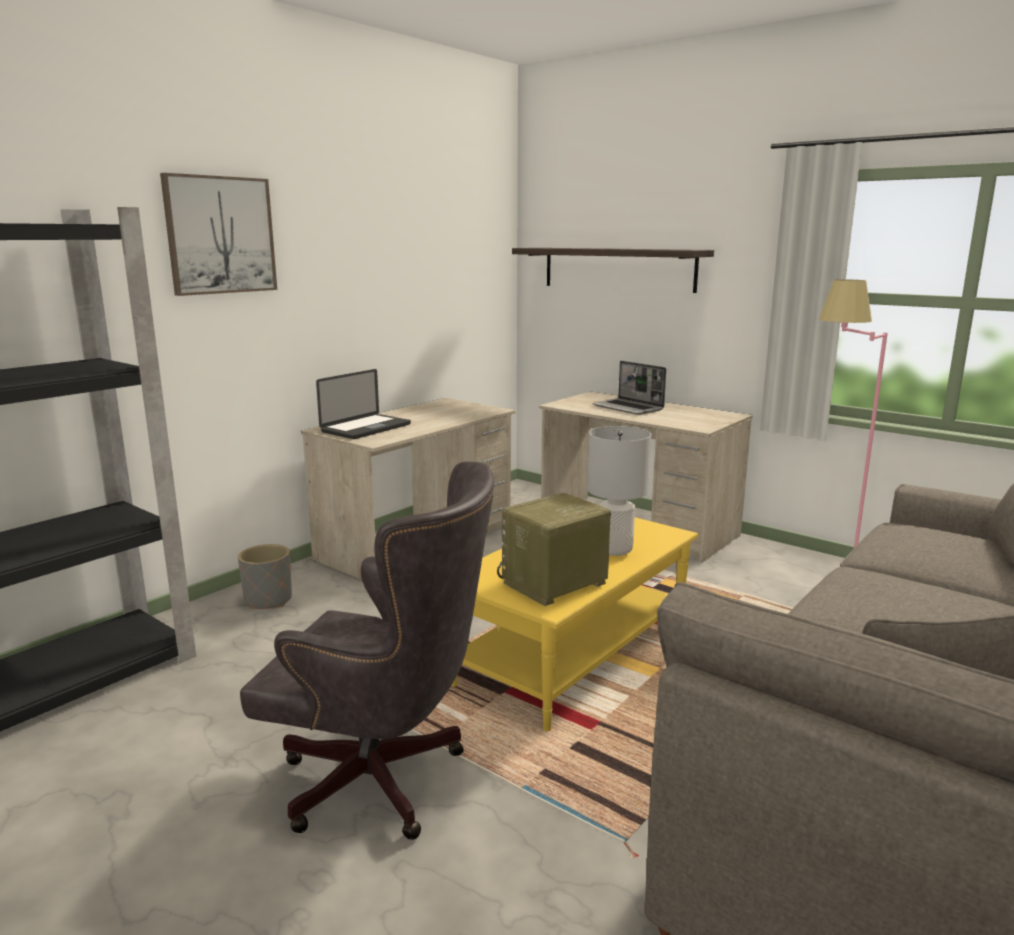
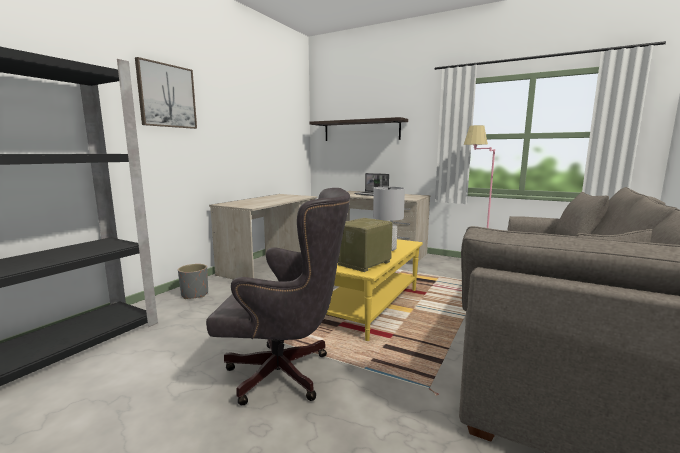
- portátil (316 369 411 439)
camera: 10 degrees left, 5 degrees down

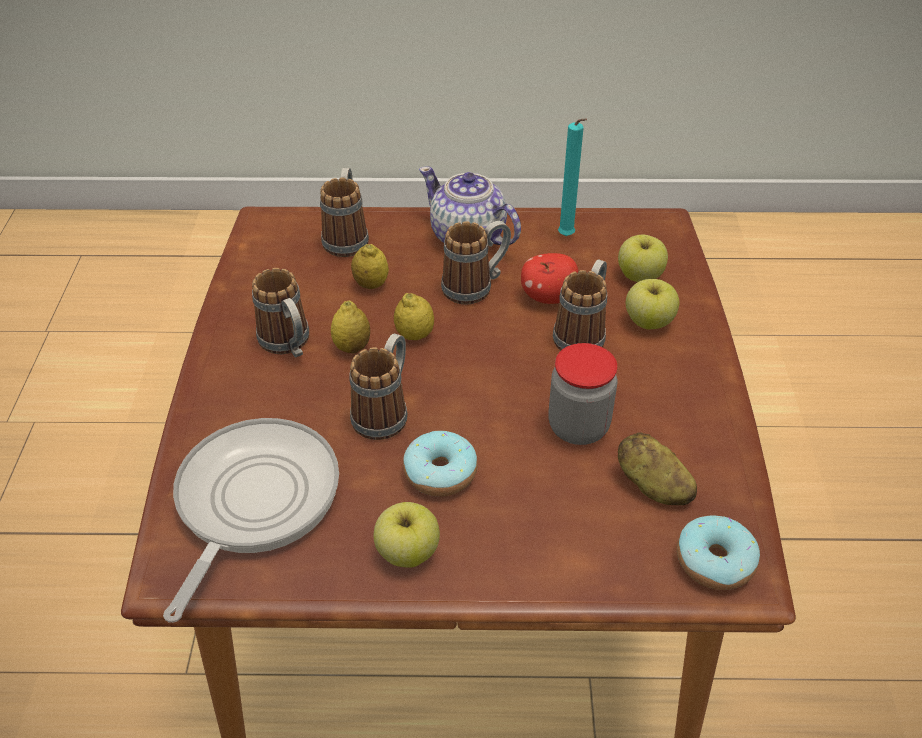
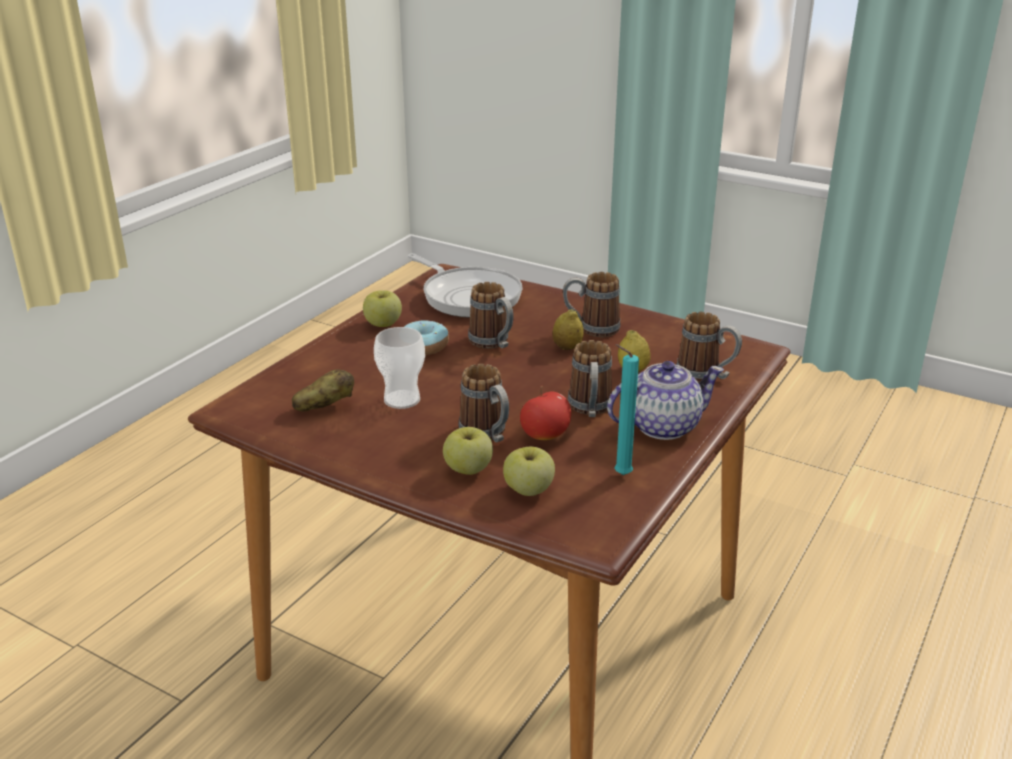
- limón (394 293 434 340)
- rosquilla (677 515 760 590)
~ tarro (548 343 617 445) to taza (374 327 425 409)
camera: 120 degrees right, 15 degrees down

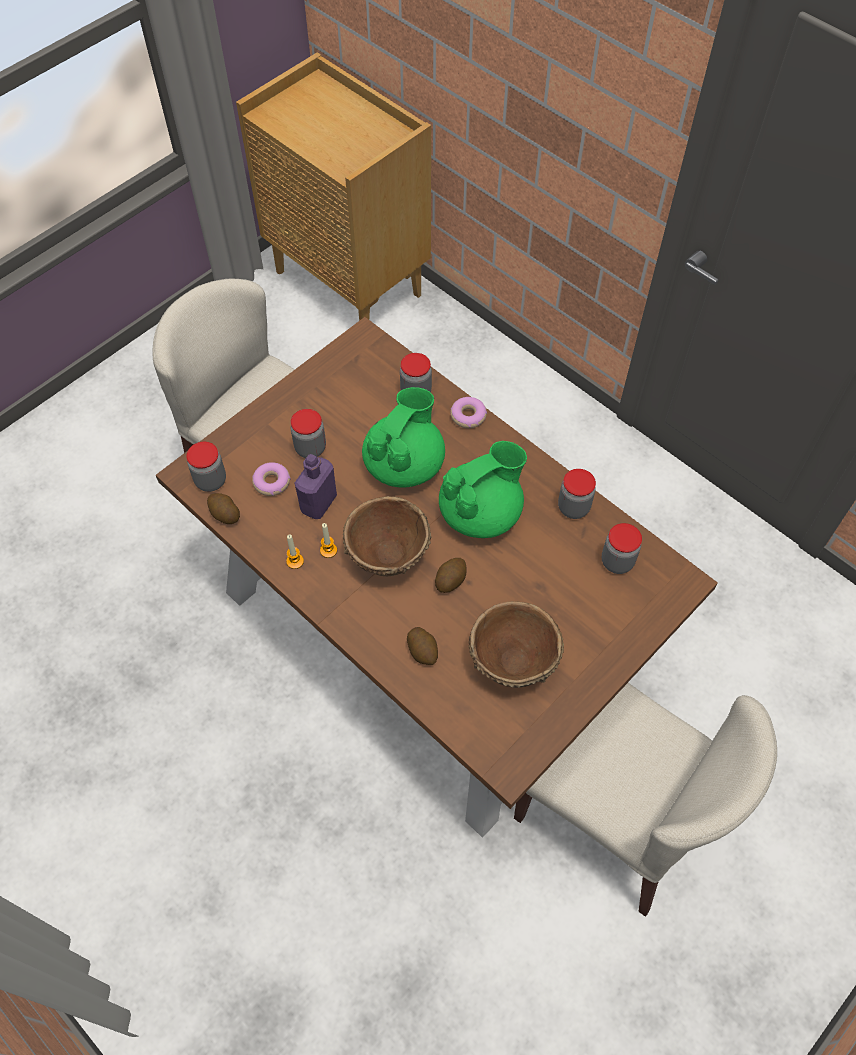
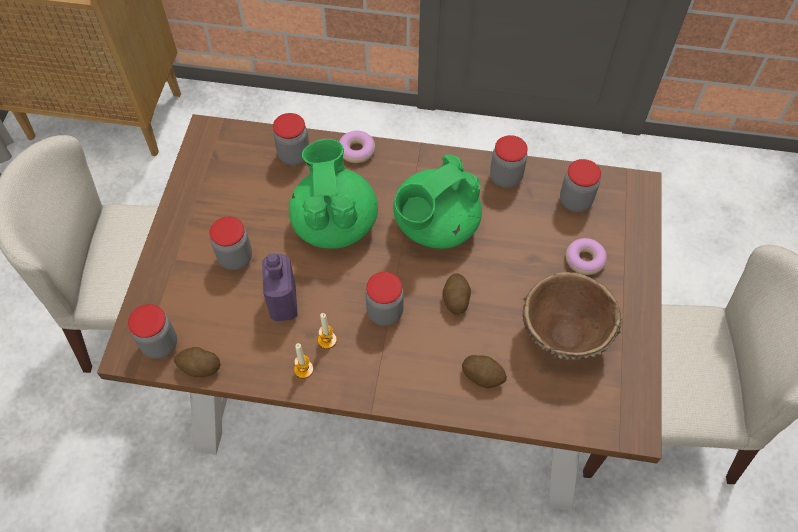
~ rosquilla (252 462 291 496) to (566 238 607 275)
~ cuenco/marrón (343 496 432 576) to tarro (365 272 404 326)
~ tetera/verde (439 441 527 538) = (393 154 482 249) 150 degrees counterclockwise
camera: 35 degrees left, 0 degrees up

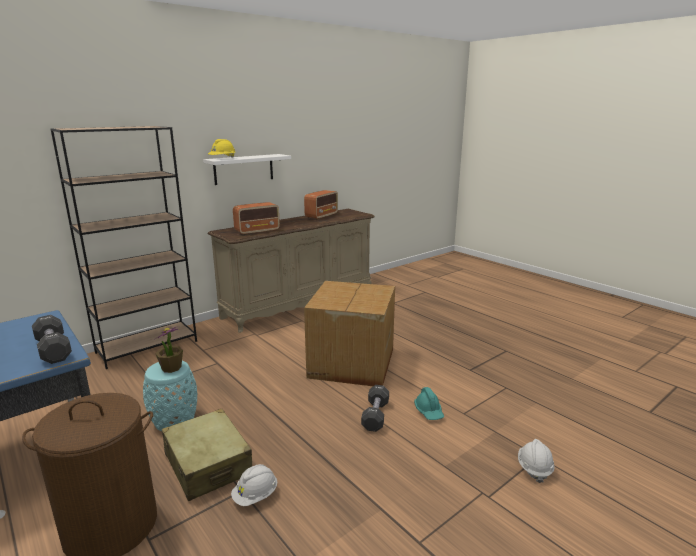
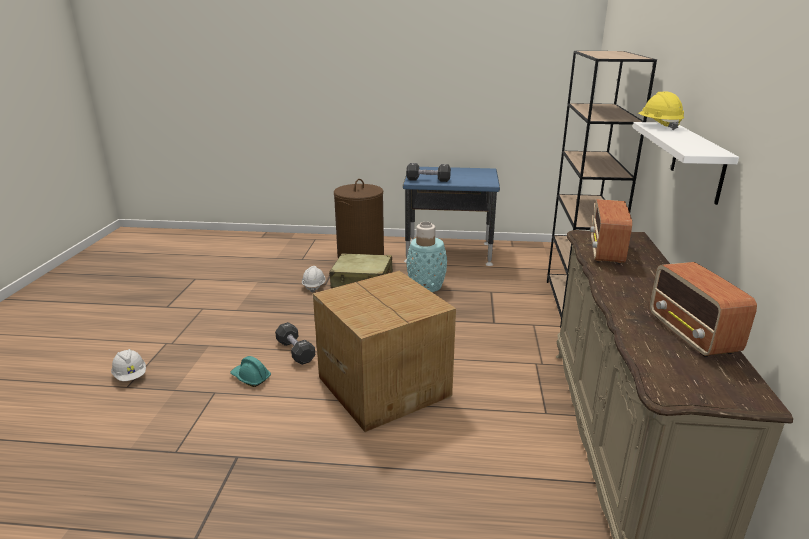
~ planta en maceta (155 326 183 373) to tarro (416 222 436 246)
camera: 135 degrees right, 5 degrees up

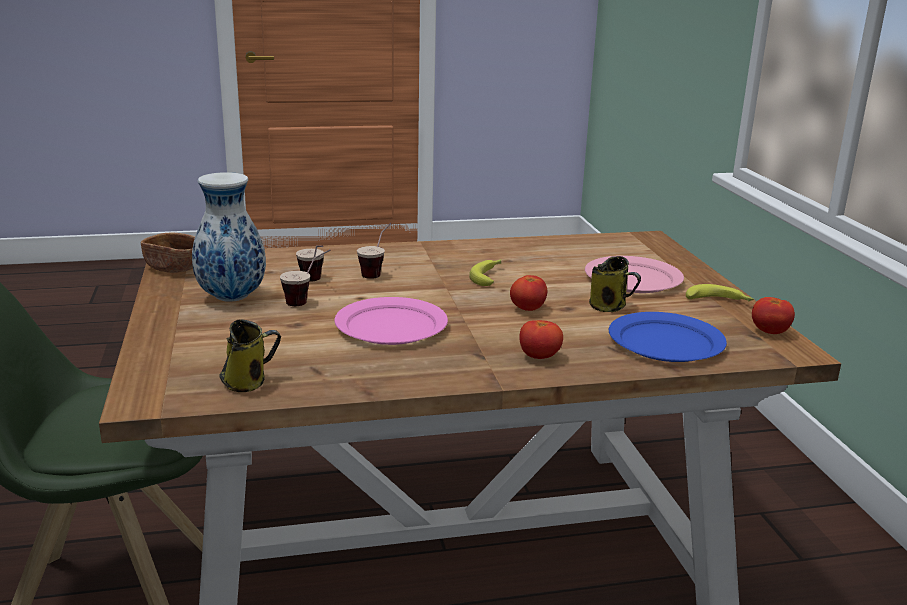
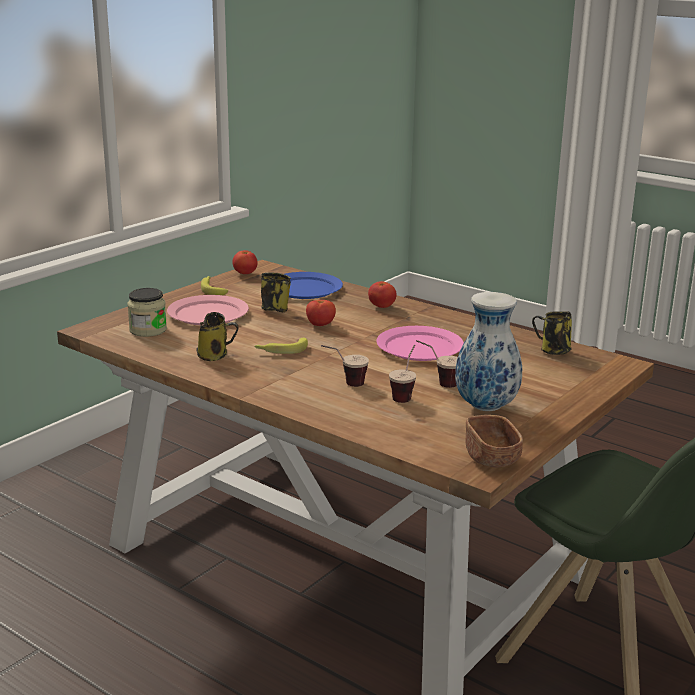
+ tarro (127 288 167 337)
+ taza grande (197 312 238 361)
camera: 130 degrees left, 0 degrees up

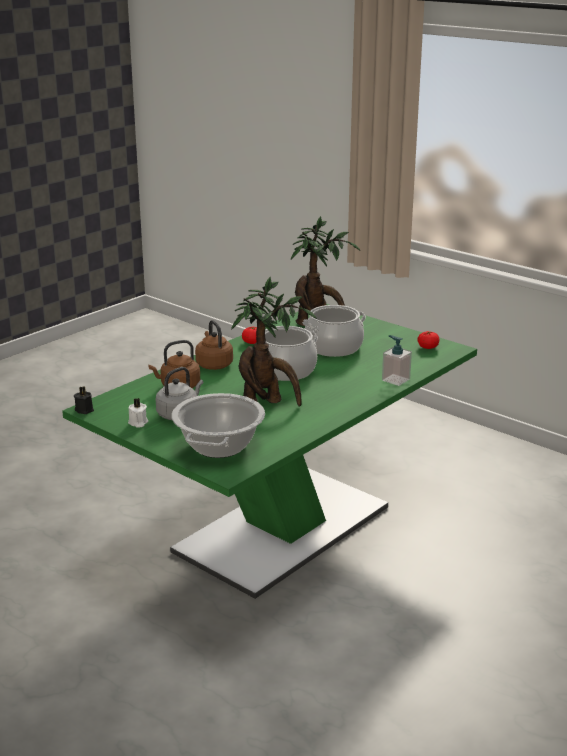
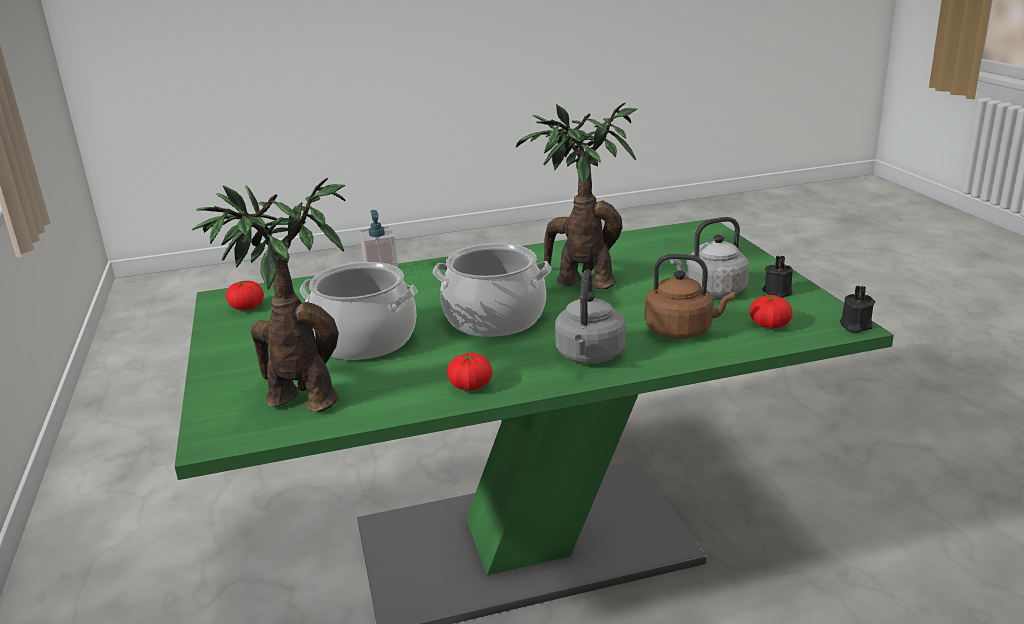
- olla (172 393 265 458)
+ tomate (750 295 792 329)
~ vela/blanco (128 398 148 428) to vela/negro (763 256 793 298)
~ hervidor/marrón (195 320 233 370) to hervidor/gris (555 270 626 364)
camera: 145 degrees left, 0 degrees up

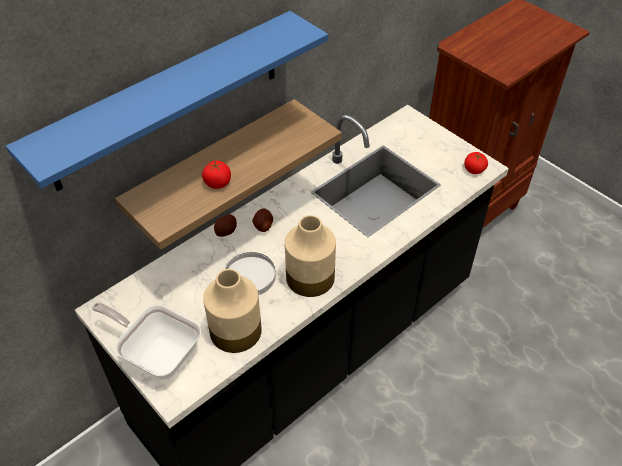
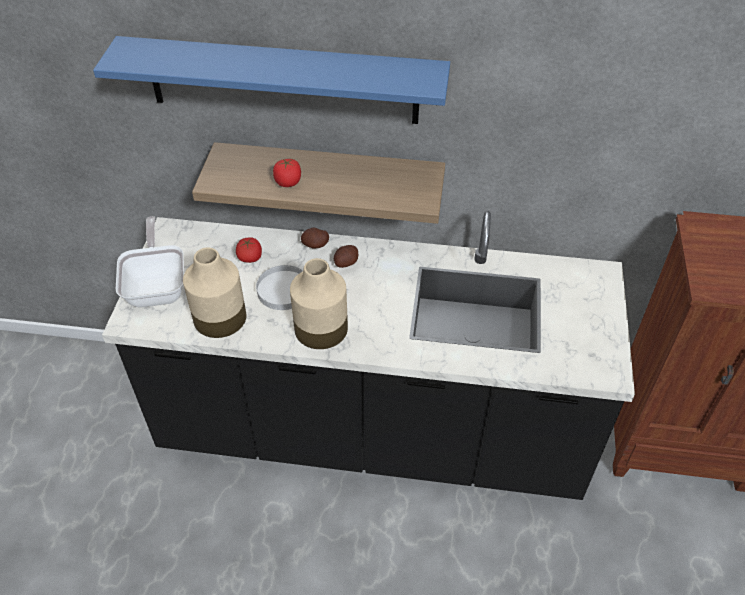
~ tomate (464 152 488 174) to (236 237 262 263)
camera: 50 degrees right, 0 degrees up

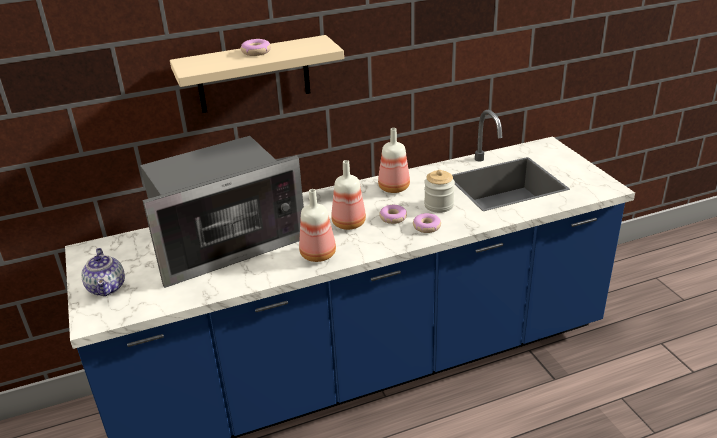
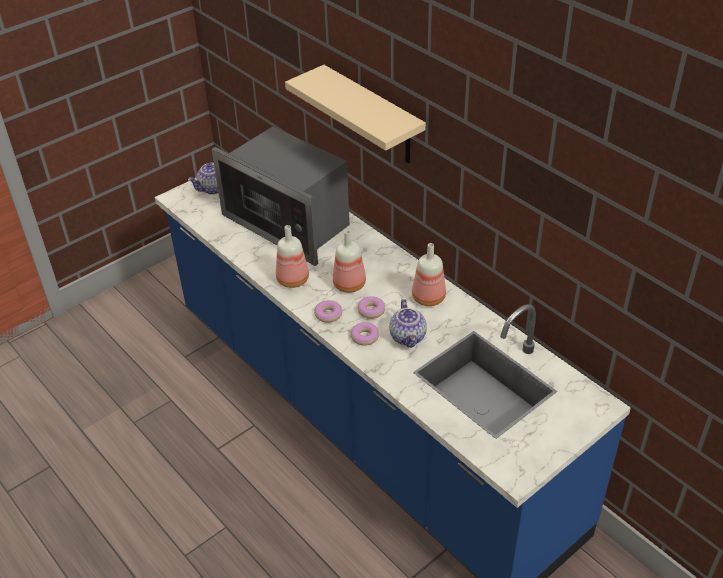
~ rosquilla (241 39 271 56) to (314 300 342 323)
~ tarro (424 170 455 213) to tetera (389 299 427 348)
camera: 70 degrees right, 10 degrees up

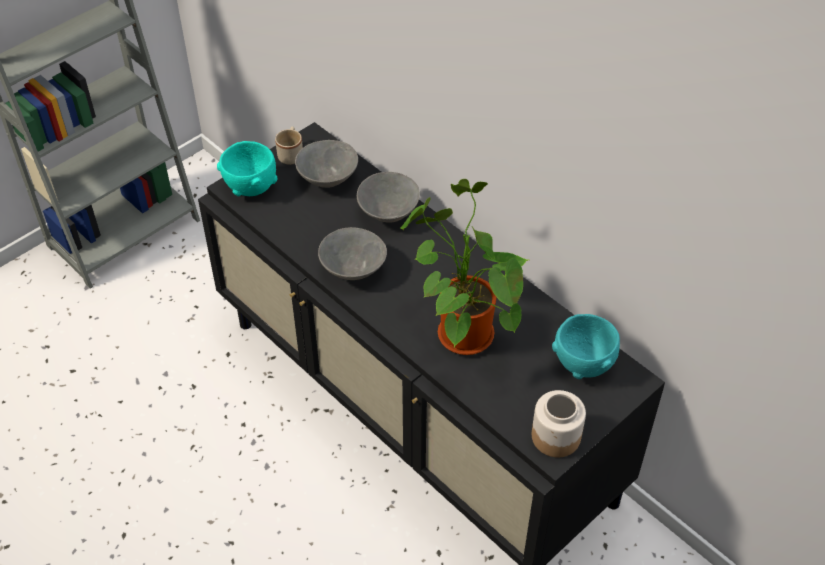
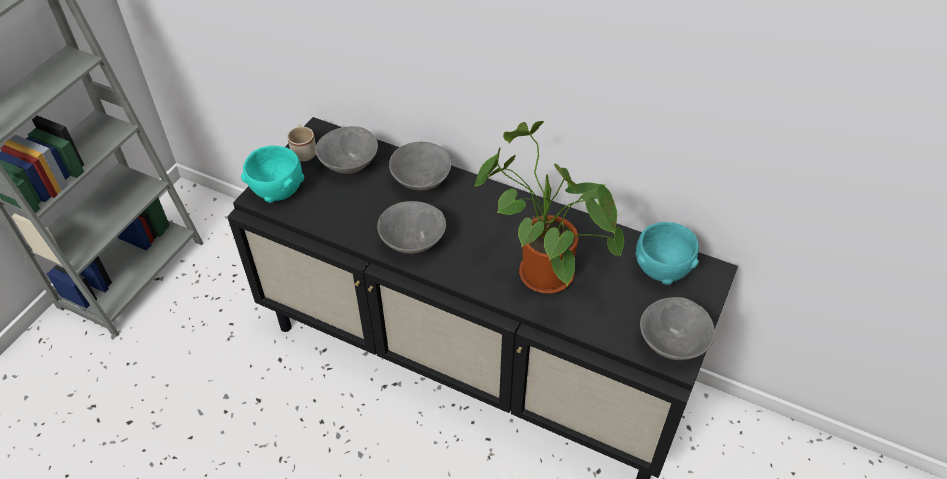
~ tarro (532 390 586 457) to cuenco/gris (640 297 715 360)
camera: 20 degrees left, 0 degrees up

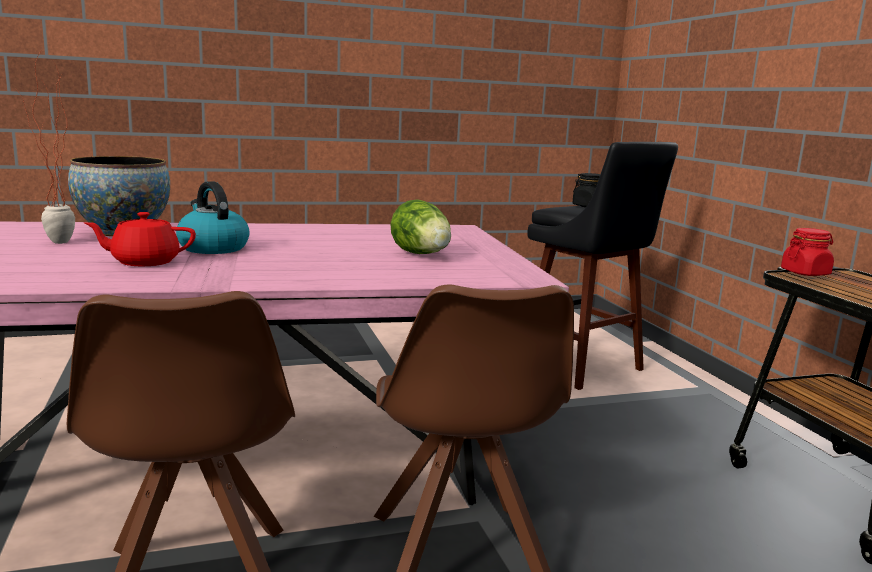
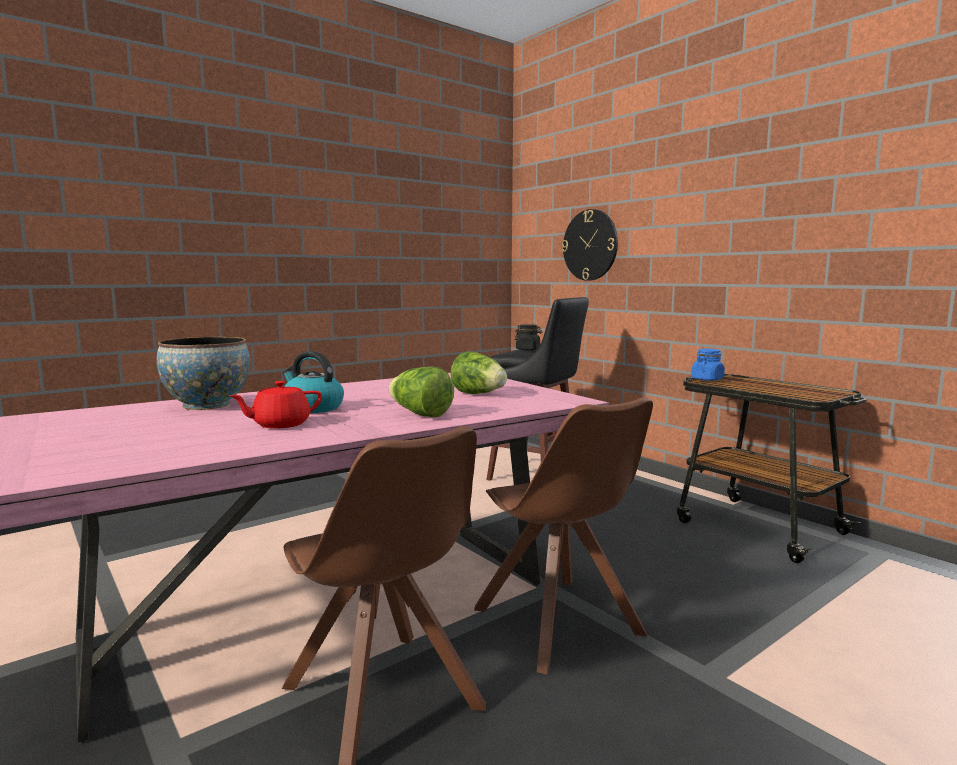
- planta en maceta (16 49 75 244)
+ lechuga (389 366 454 417)
+ reloj de pared (562 209 618 281)
~ tarro/rojo (781 228 834 276) to tarro/azul (691 349 725 381)
camera: 20 degrees left, 5 degrees down

